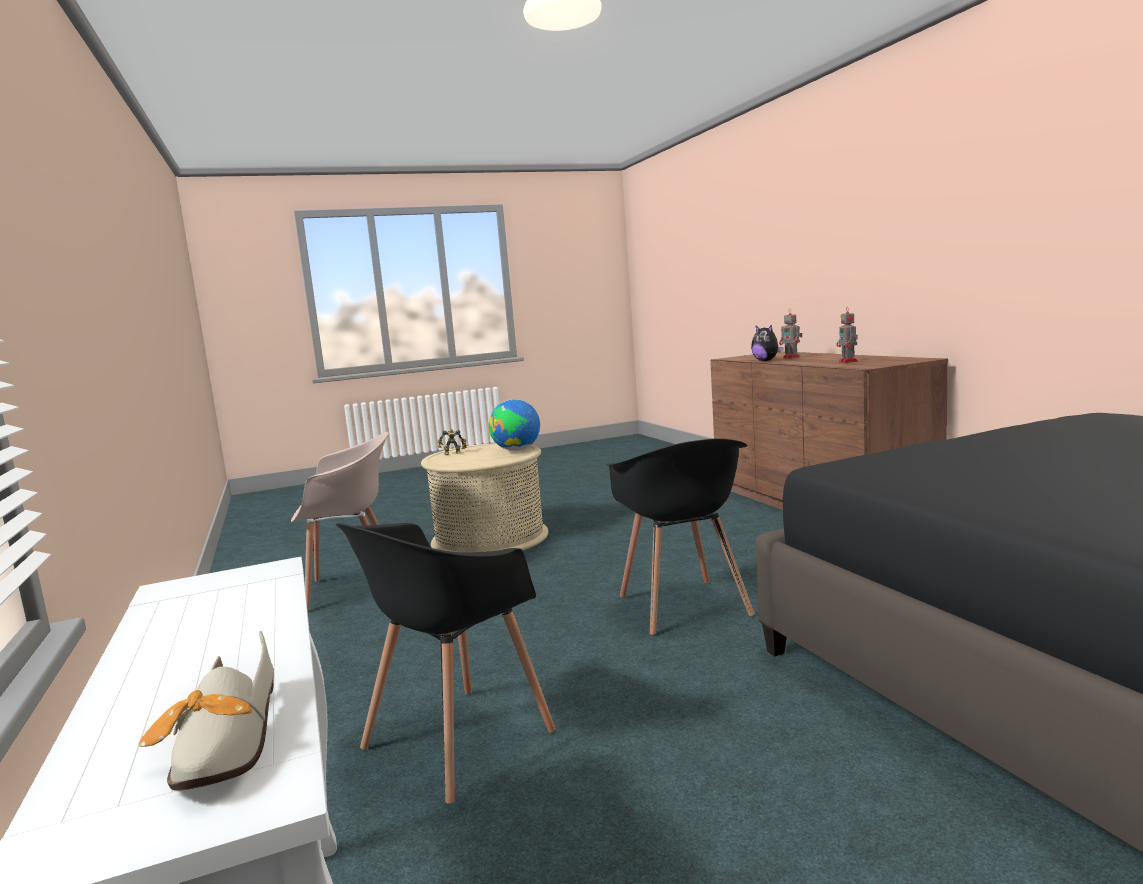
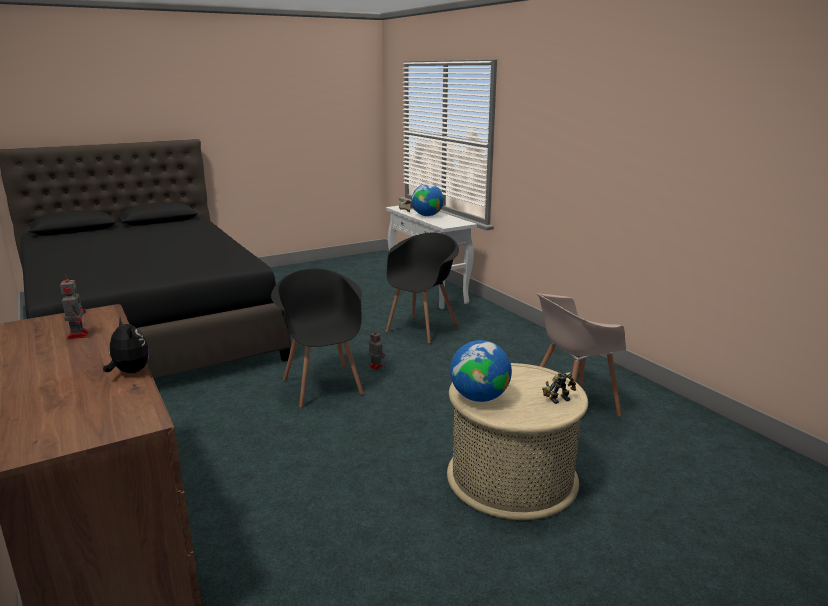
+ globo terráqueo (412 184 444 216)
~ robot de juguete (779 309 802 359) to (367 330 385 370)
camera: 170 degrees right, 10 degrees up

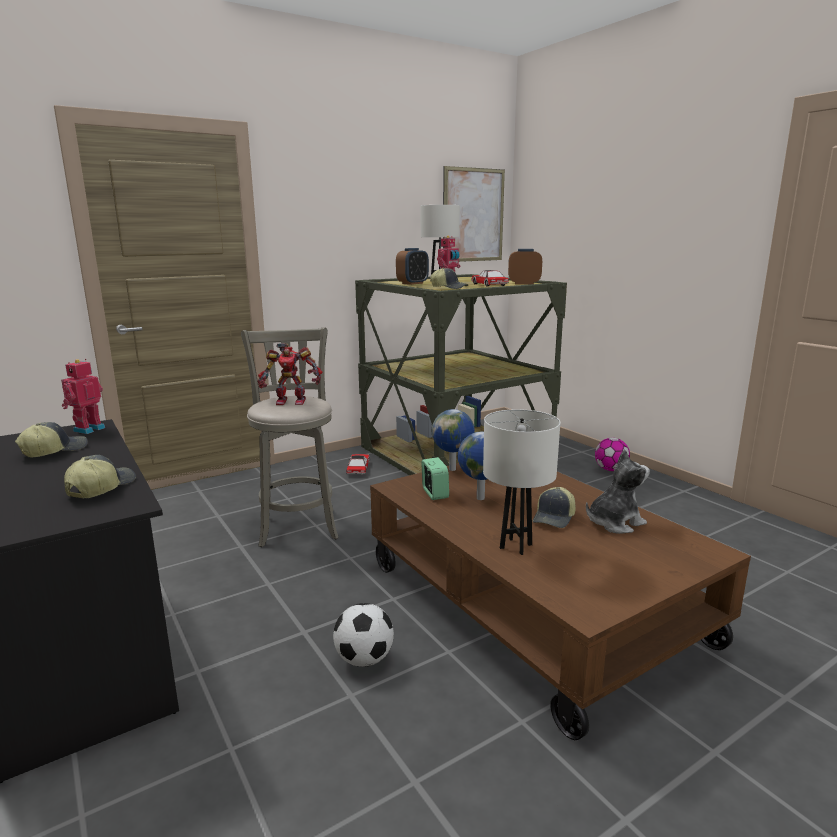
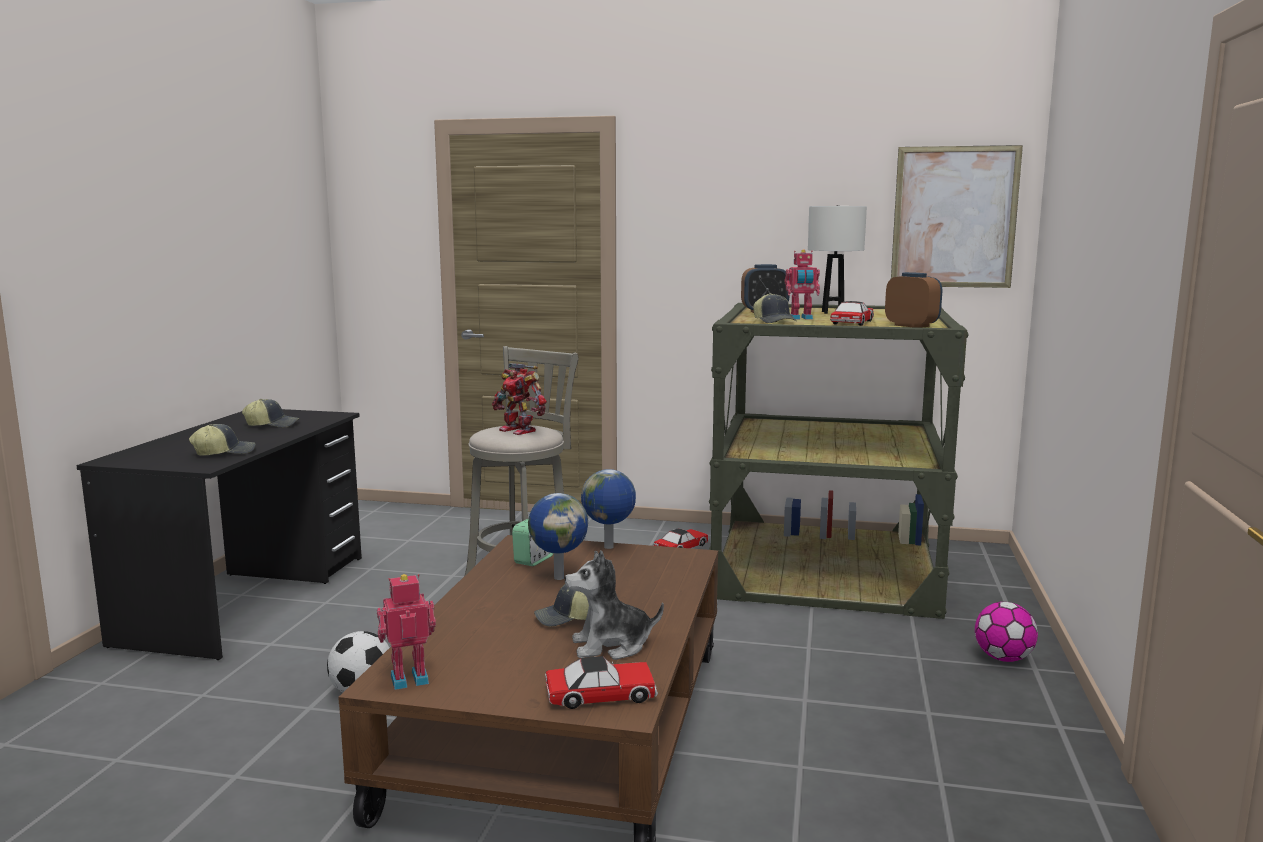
- lámpara de mesa/blanco (483 409 560 555)
+ coche de juguete (545 656 658 709)
~ robot de juguete (61 359 105 434) to (377 574 436 690)
~ peluche (586 449 650 534) = (564 551 664 660) 150 degrees clockwise
camera: 45 degrees right, 5 degrees down

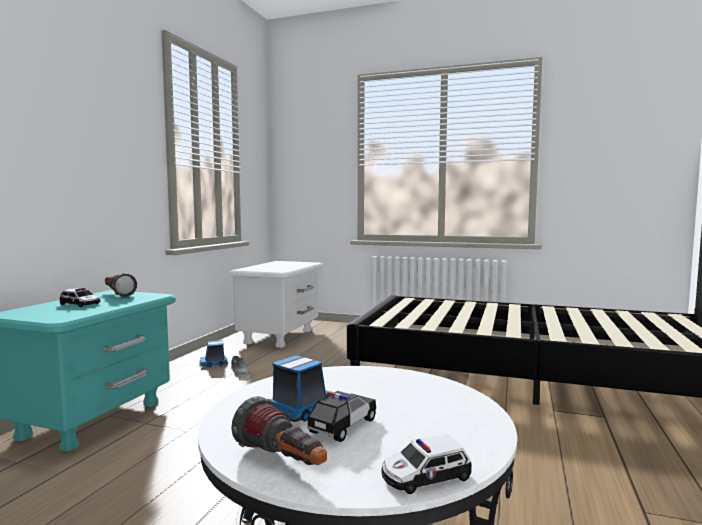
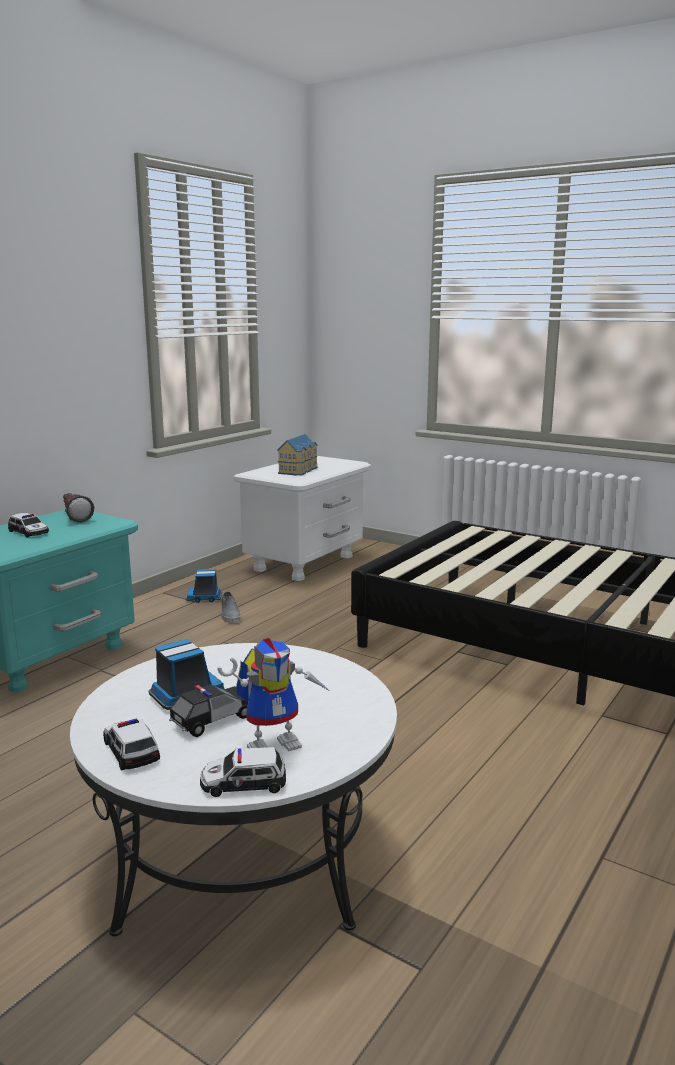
+ robot de juguete (217 638 330 751)
+ casita (277 434 317 476)
~ linterna (231 396 327 465) to coche de juguete (103 719 160 771)
camera: 15 degrees right, 10 degrees up

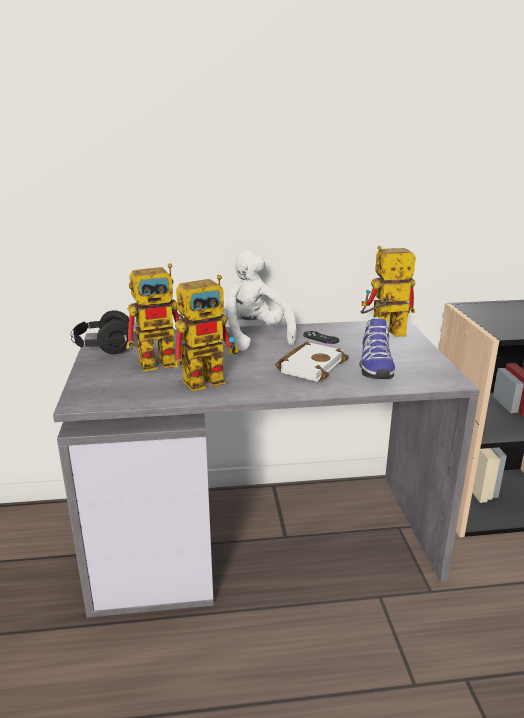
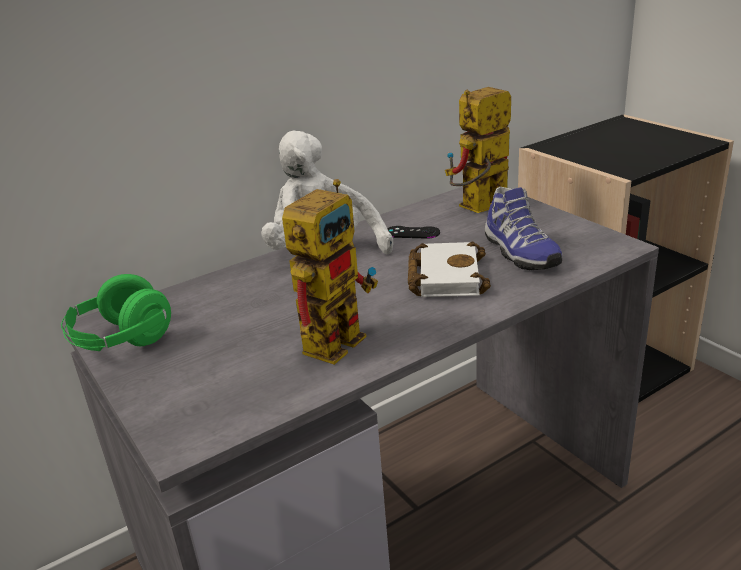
- robot de juguete (126 263 183 372)
~ auriculares/negro (71 310 132 354) to auriculares/verde (61 274 171 351)
camera: 25 degrees left, 5 degrees up

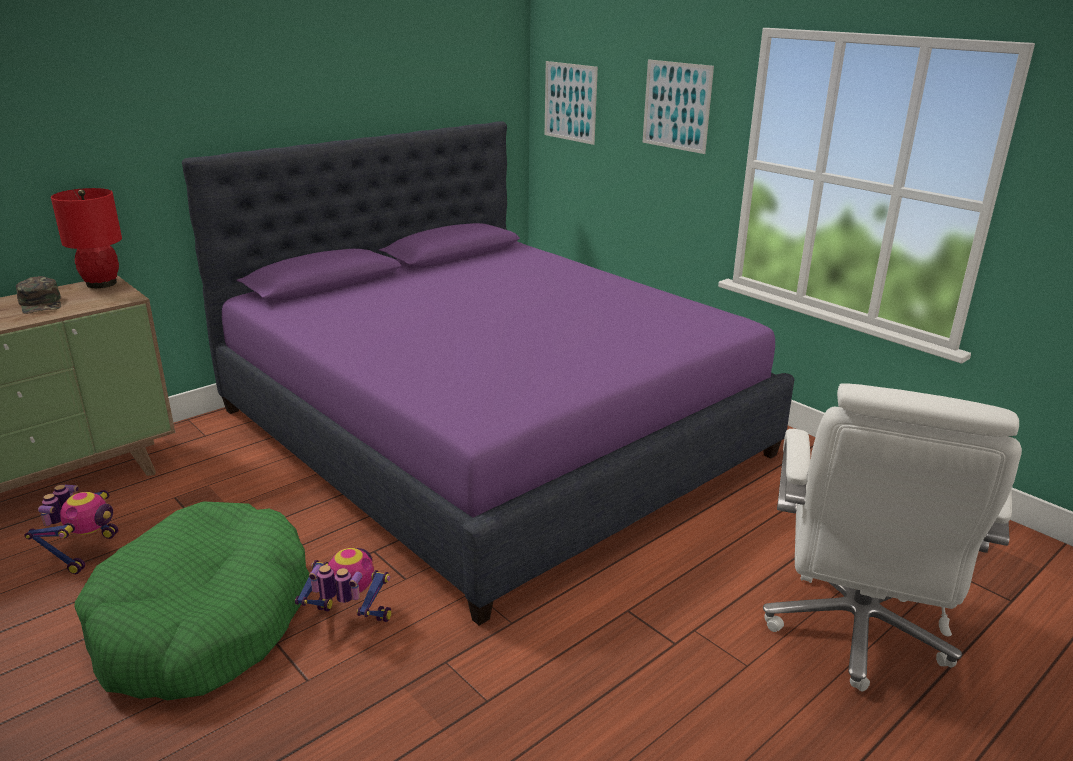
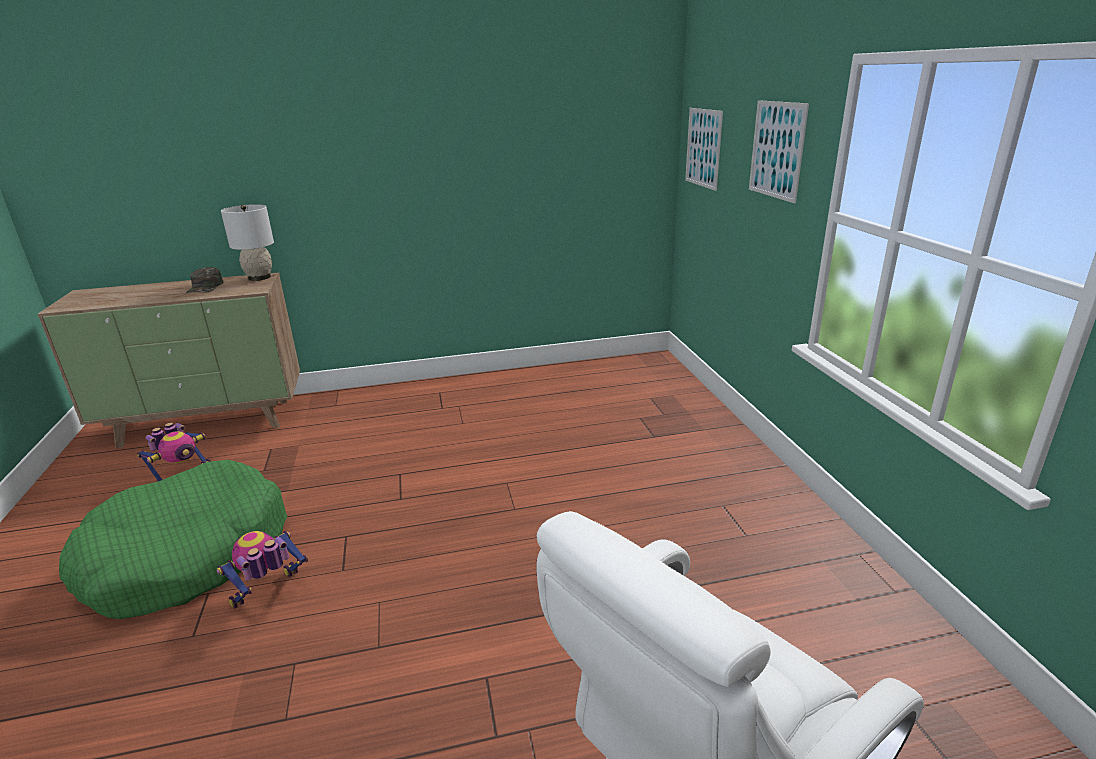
- cama/morado (182 121 795 626)
~ lámpara de mesa/rojo (51 188 122 288) to lámpara de mesa/blanco (221 204 274 281)
~ robot de juguete (295 548 391 622) = (216 531 308 608) 90 degrees counterclockwise
camera: 30 degrees right, 0 degrees up

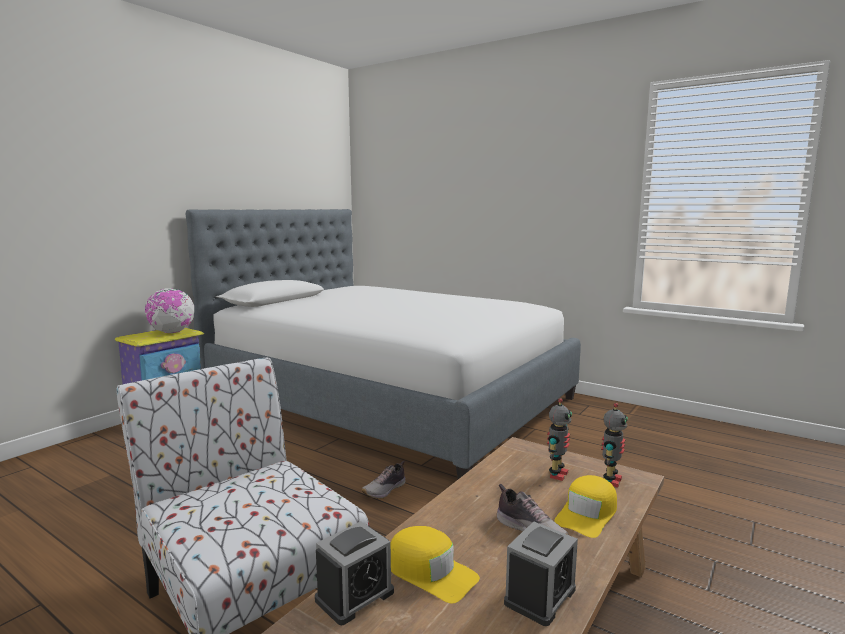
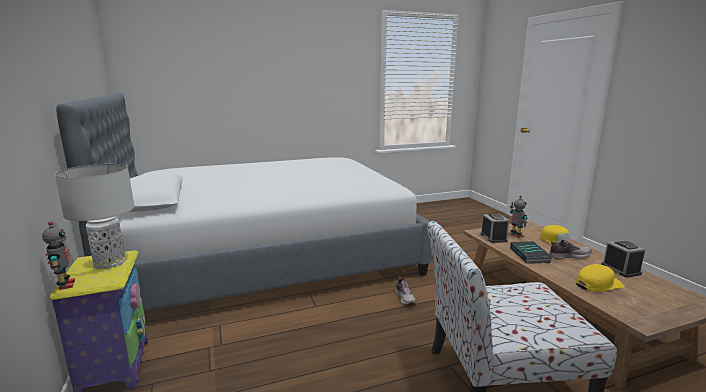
+ libro (510 241 553 264)
~ despertador (315 521 394 625) to (481 214 509 243)
~ robot de juguete (601 403 628 487) to (42 222 75 290)
~ globo terráqueo (145 288 194 333) to lámpara de mesa/blanco (55 164 134 269)
camera: 55 degrees left, 5 degrees up

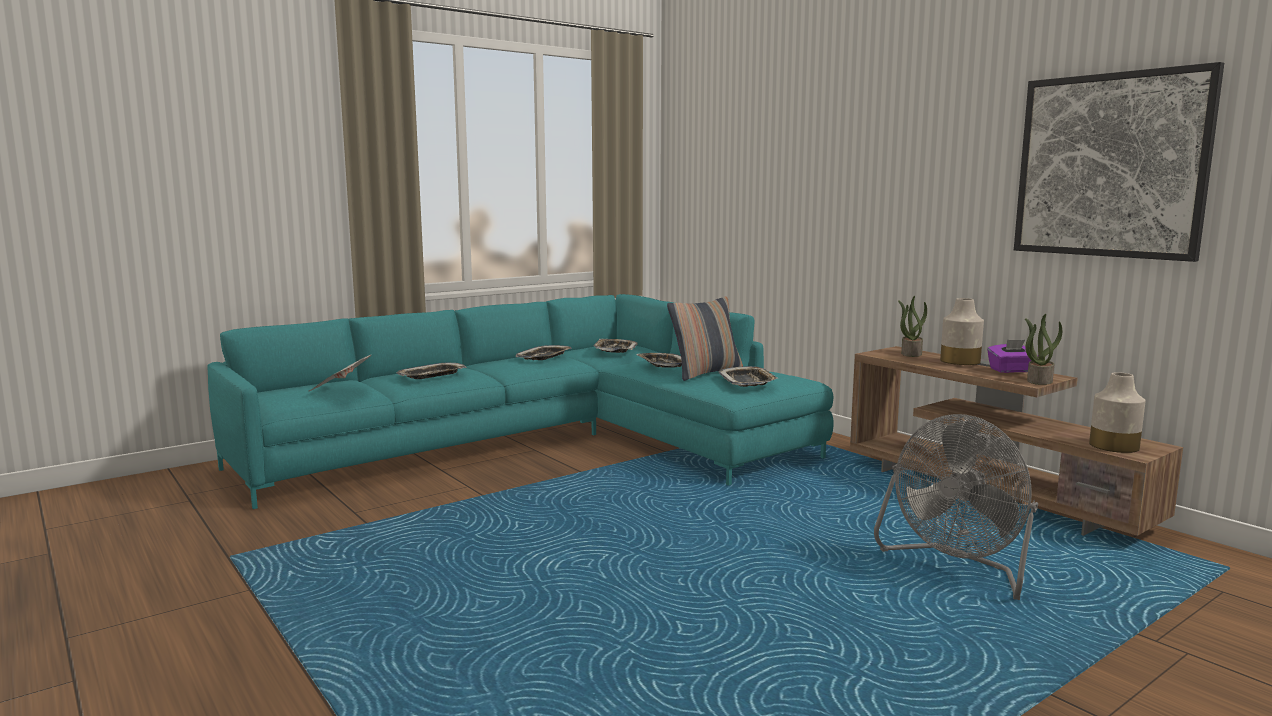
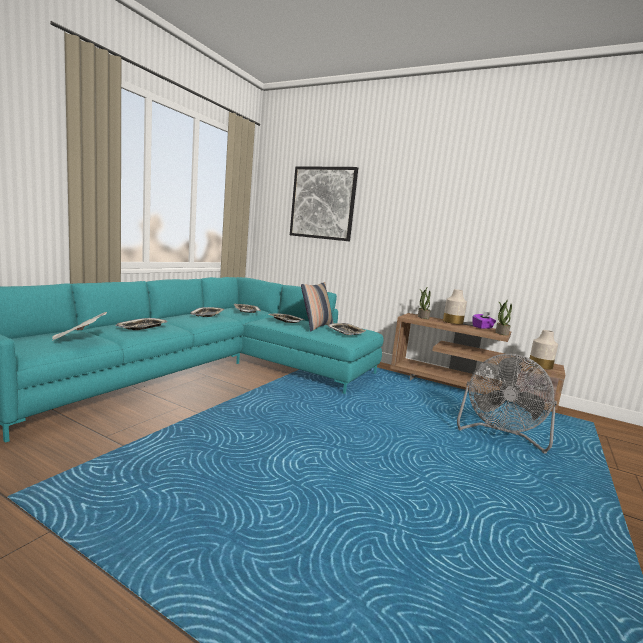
~ cuadro (1014 62 1224 262) to (290 166 358 241)
camera: 25 degrees left, 0 degrees up

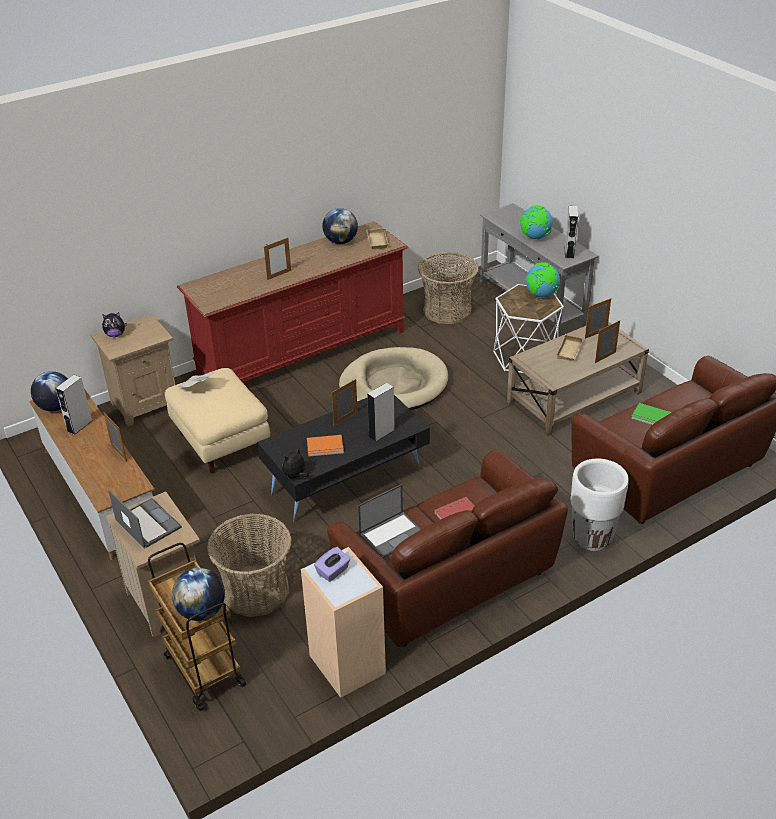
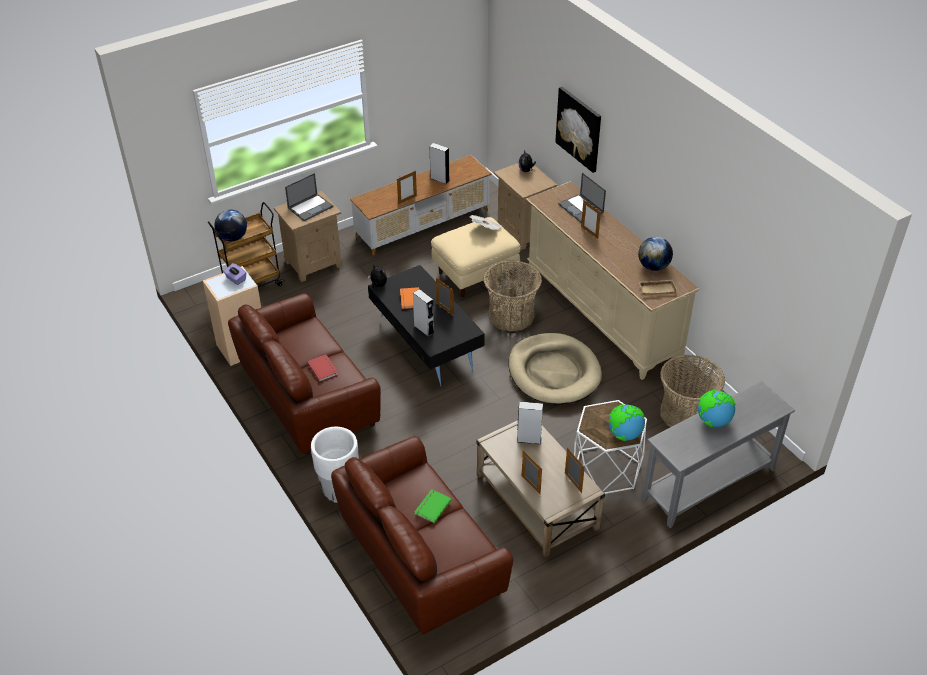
- globo terráqueo (31 371 68 411)
- bandeja/beis (556 334 584 361)
+ cuadro (555 87 601 173)
~ cesta (207 514 292 617) to (484 261 542 332)
~ portátil (358 484 421 558) to (558 172 606 223)
~ altavoz/gris (565 206 578 258) to (517 402 543 444)
~ armario/rojo (177 221 408 382) to armario/beis (525 181 699 380)
camera: 90 degrees right, 5 degrees up

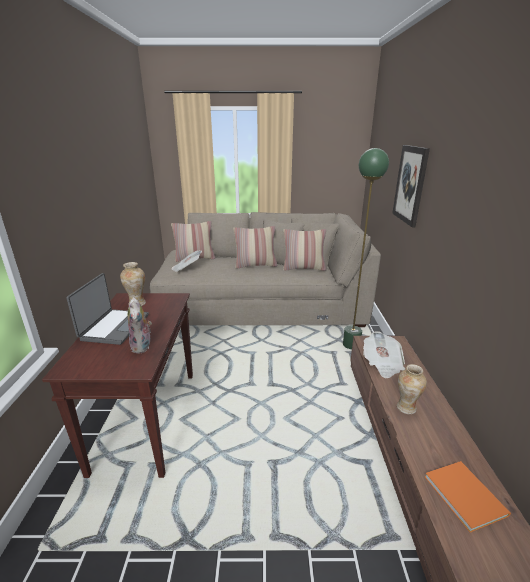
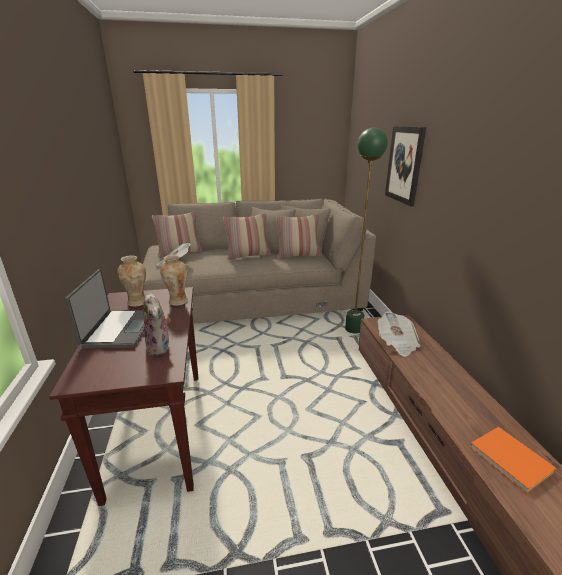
~ florero (397 364 427 414) to (160 255 188 306)
camera: 10 degrees left, 0 degrees up

